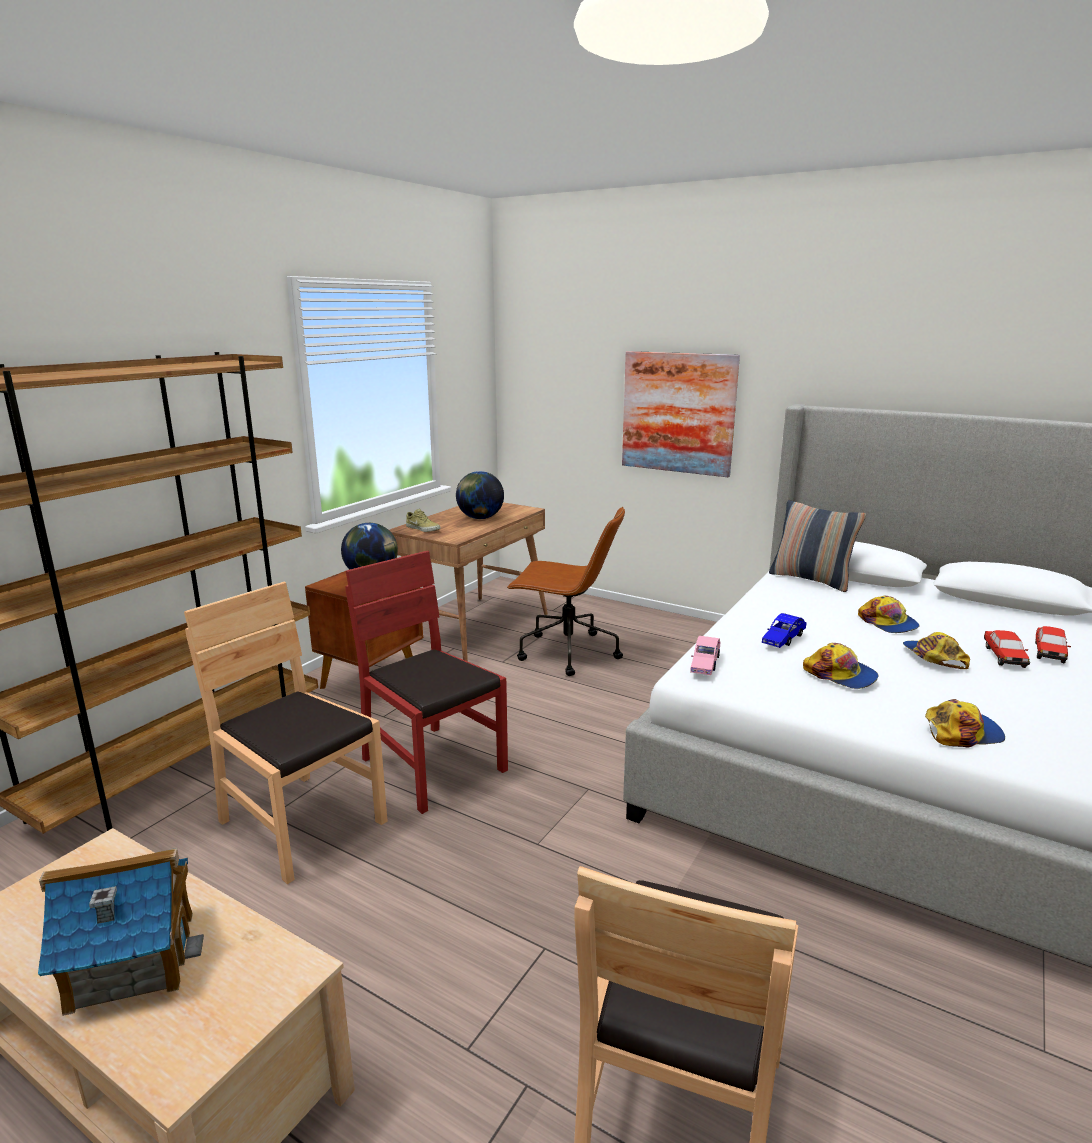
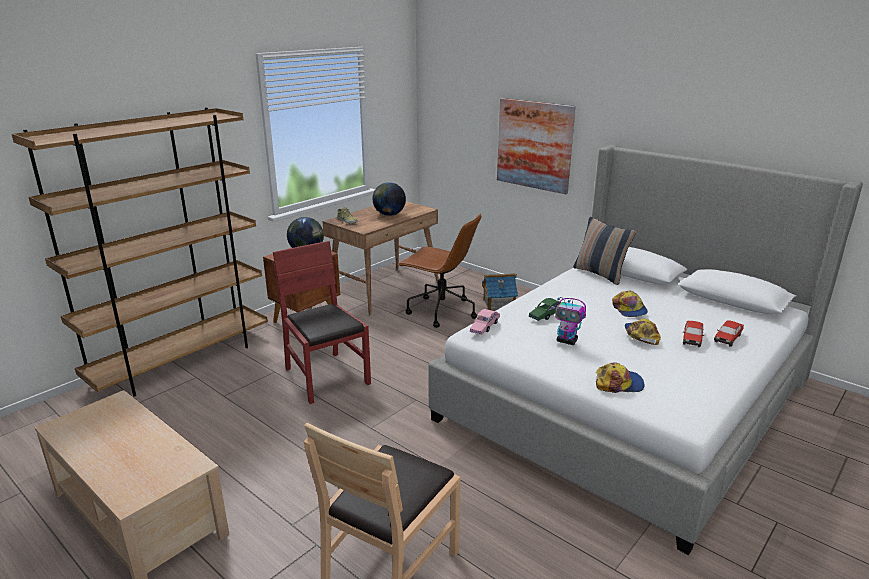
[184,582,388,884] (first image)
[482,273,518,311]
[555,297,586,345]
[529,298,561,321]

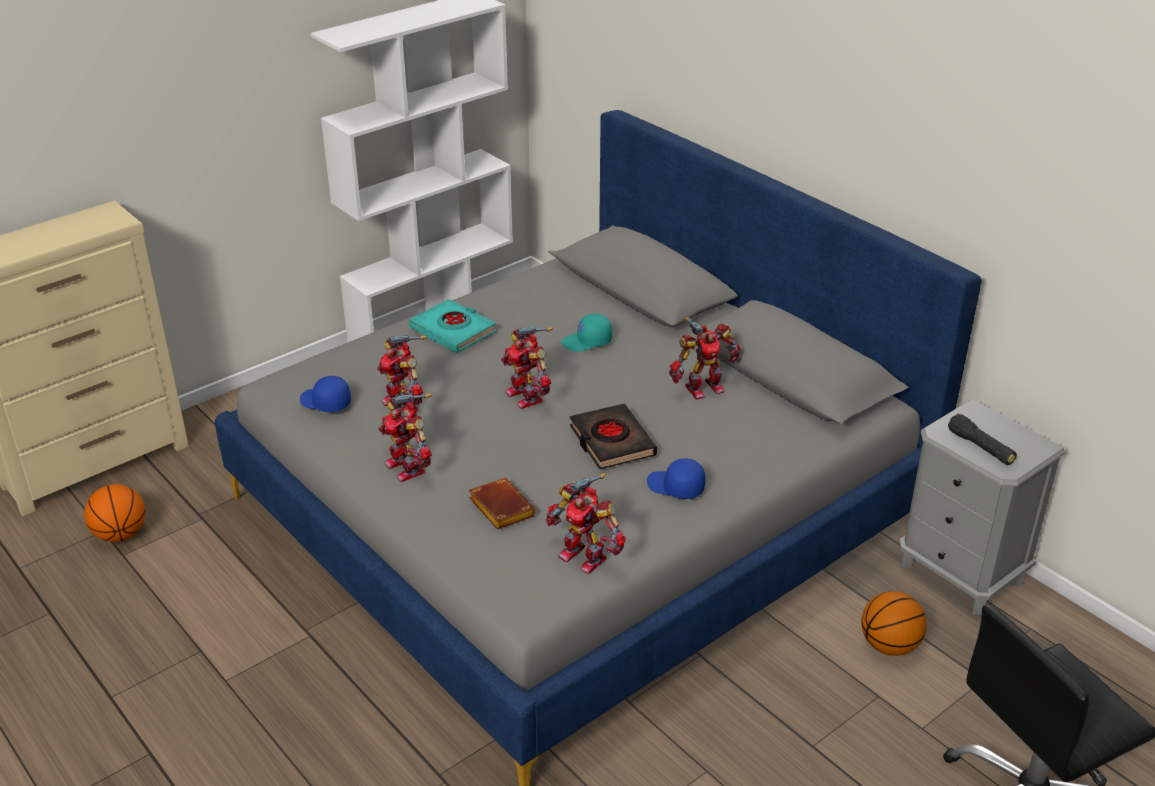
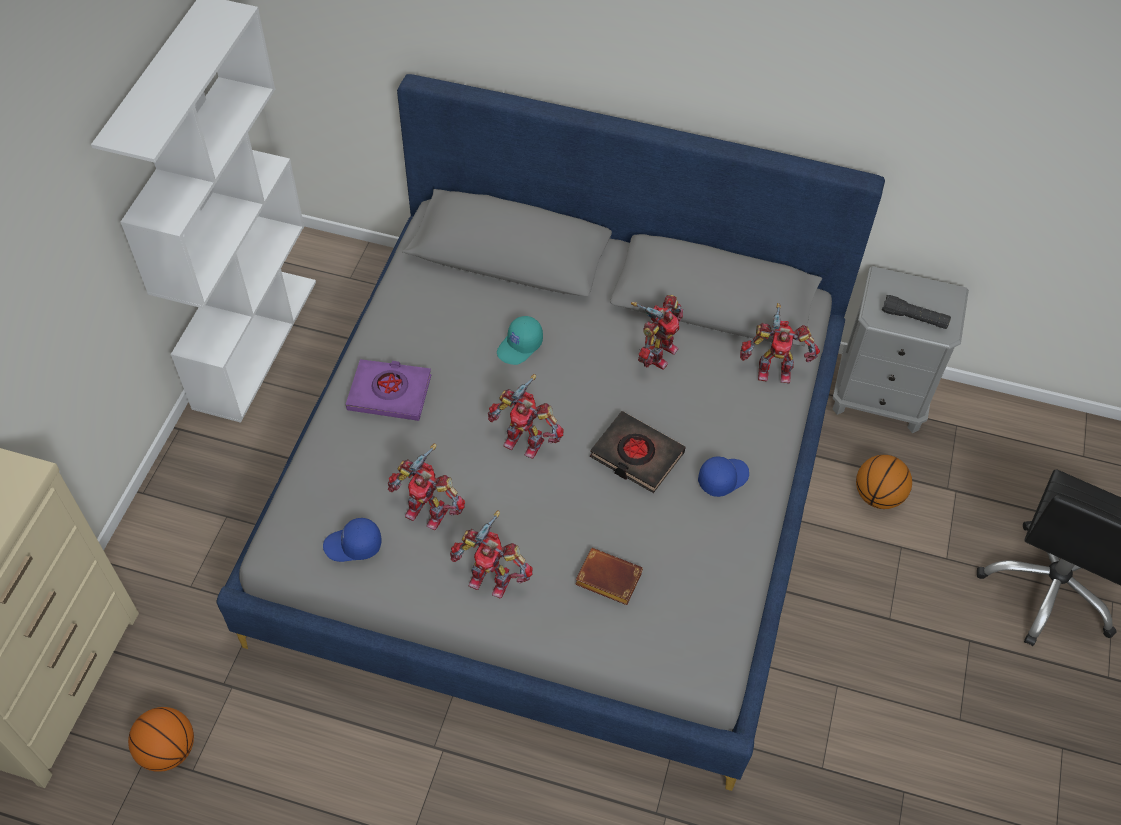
[740,303,820,383]
[346,359,431,421]
[698,456,749,497]

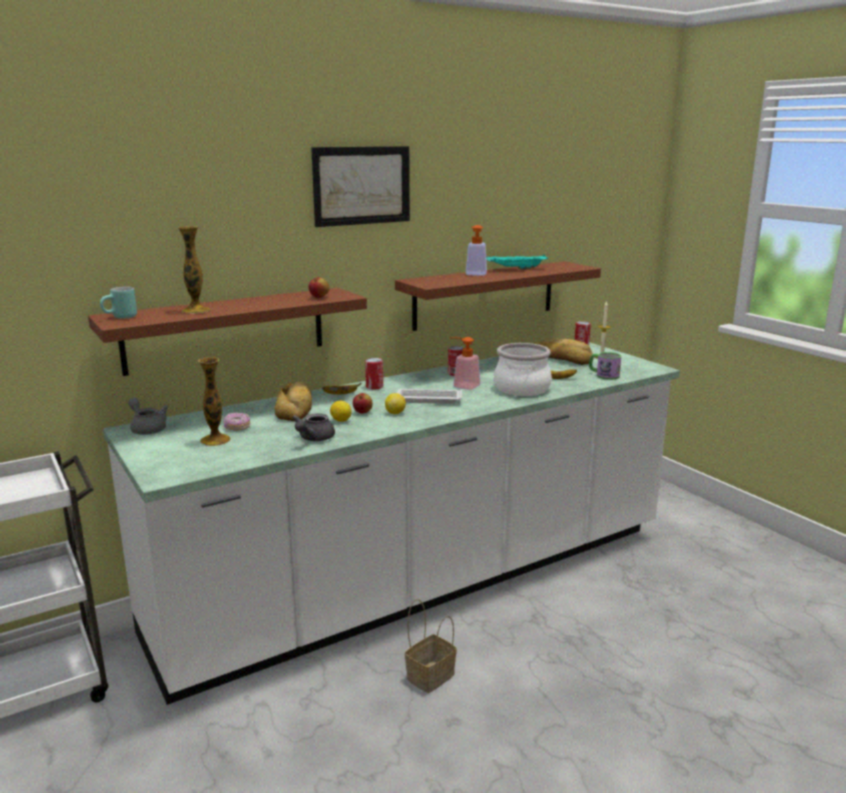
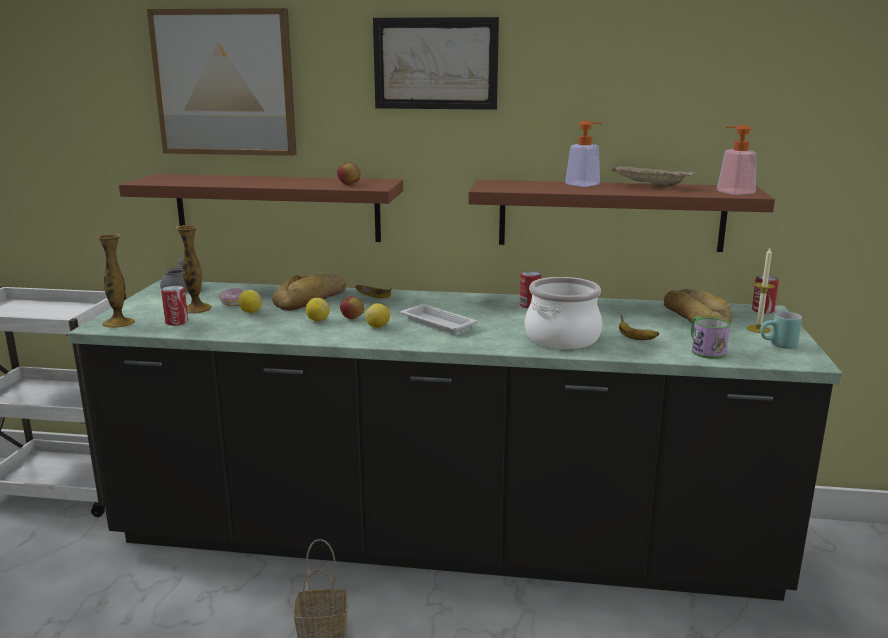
[292,414,335,441] (first image)
[147,8,297,156]
[238,290,262,313]
[760,312,802,349]
[97,234,135,328]
[161,286,188,326]
[717,125,757,195]
[68,280,842,601]
[611,165,697,188]

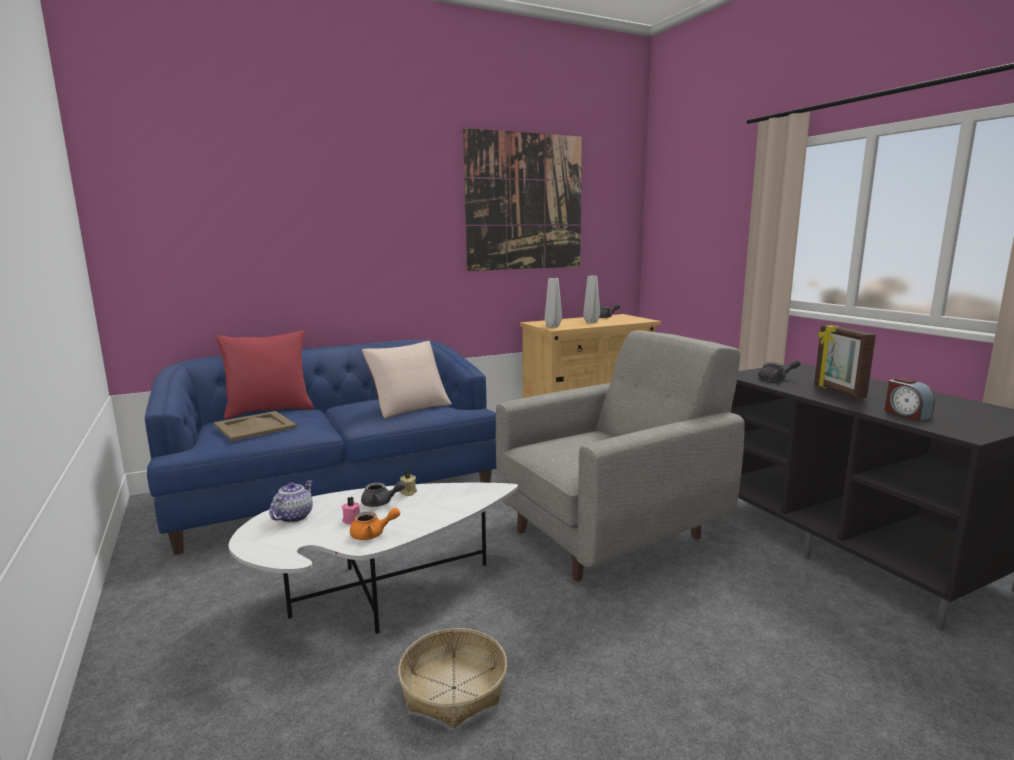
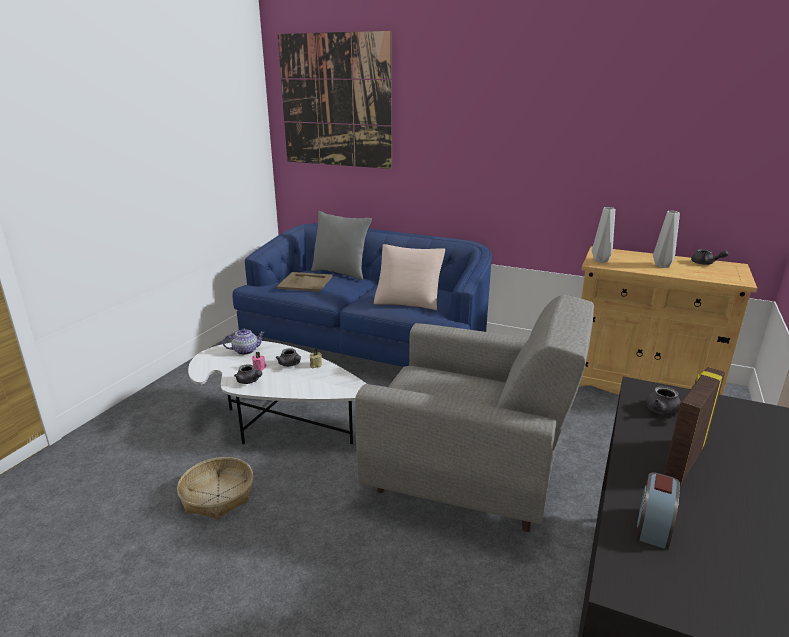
[278,31,392,169]
[311,211,372,280]
[234,364,262,384]

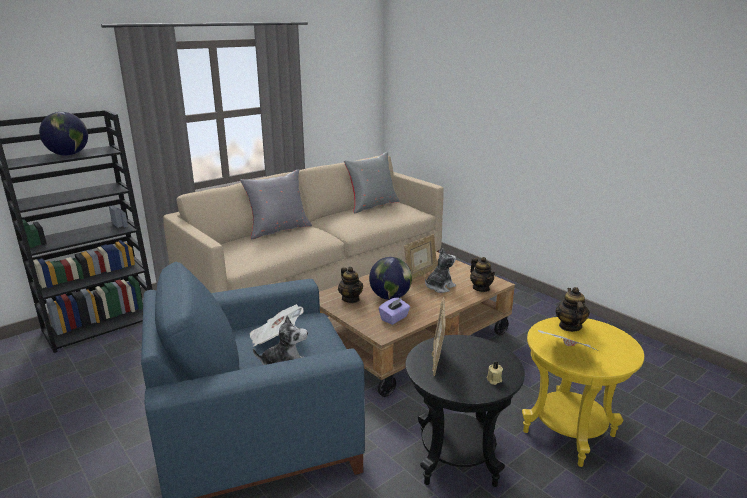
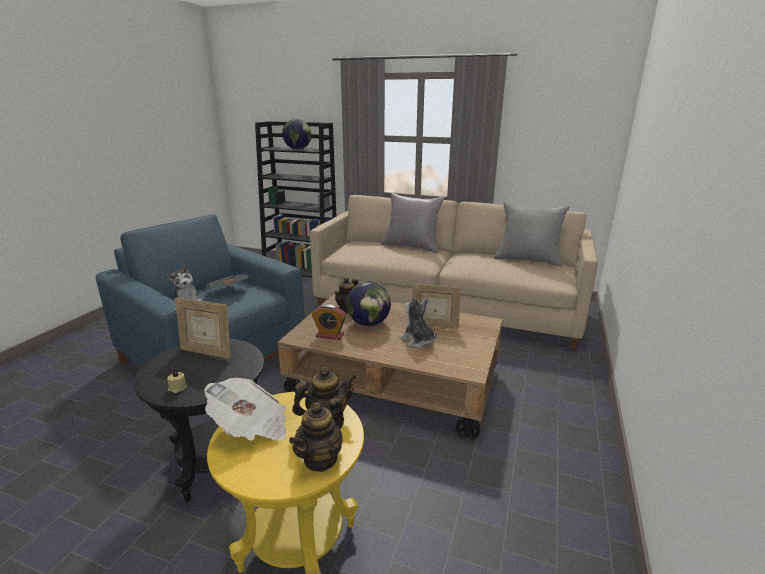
[289,398,344,472]
[312,304,346,340]
[400,297,437,348]
[175,297,231,359]

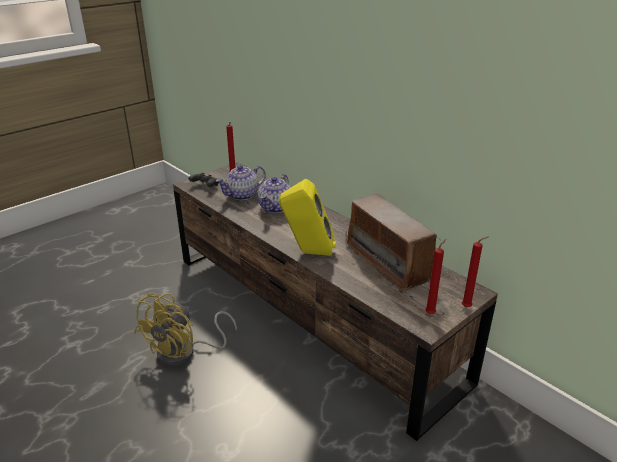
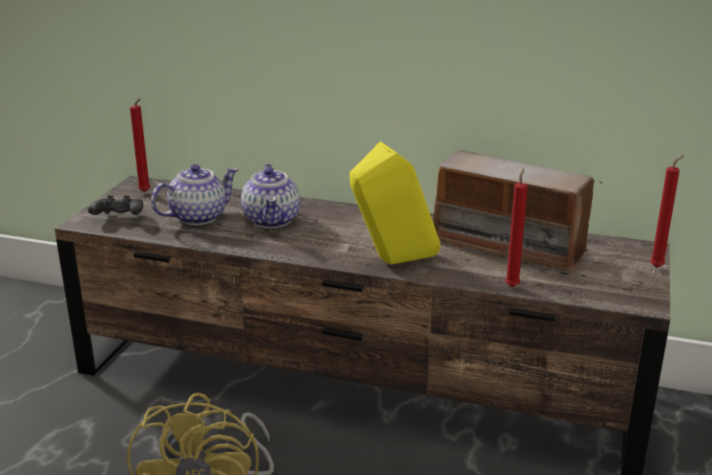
[505,168,528,287]
[151,164,239,225]

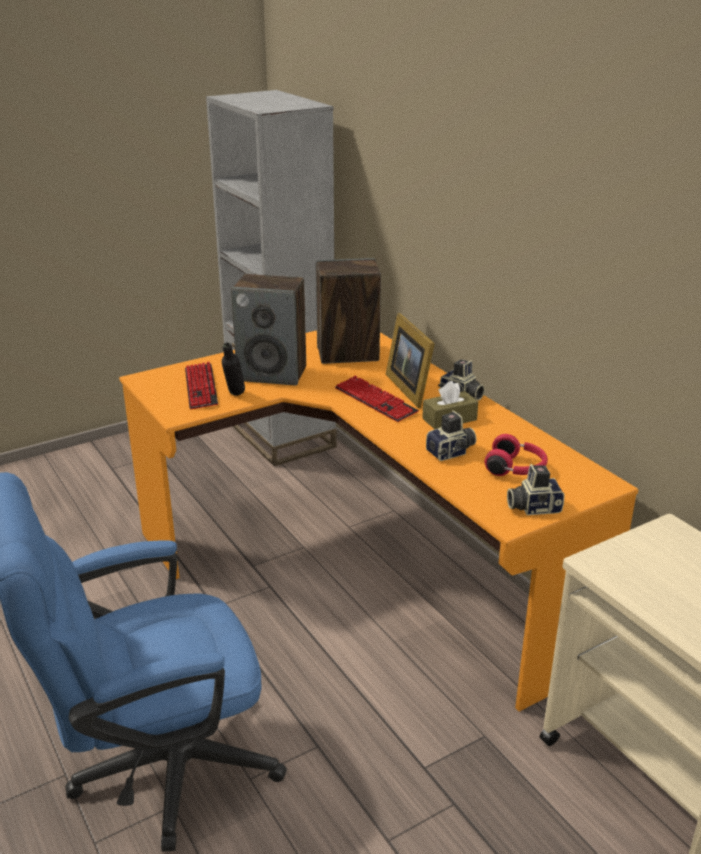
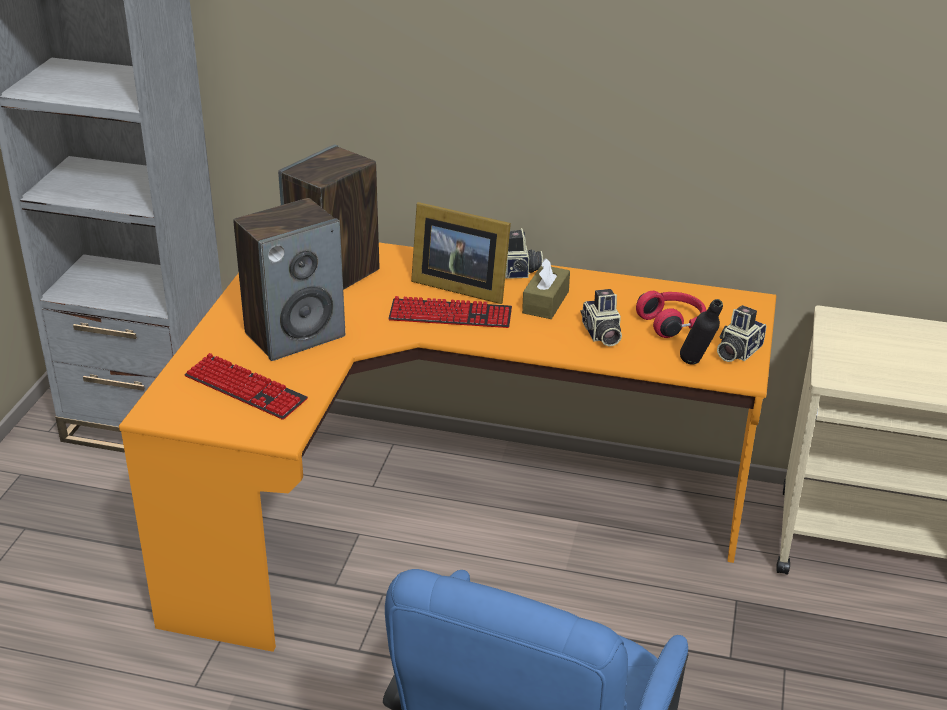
[680,299,723,365]
[580,289,622,347]

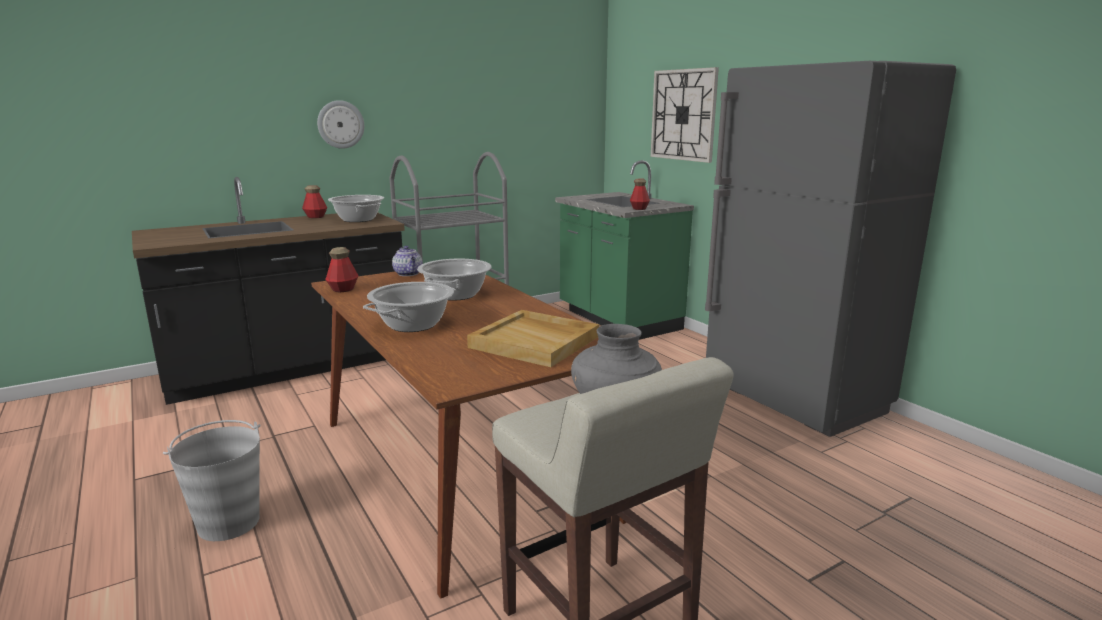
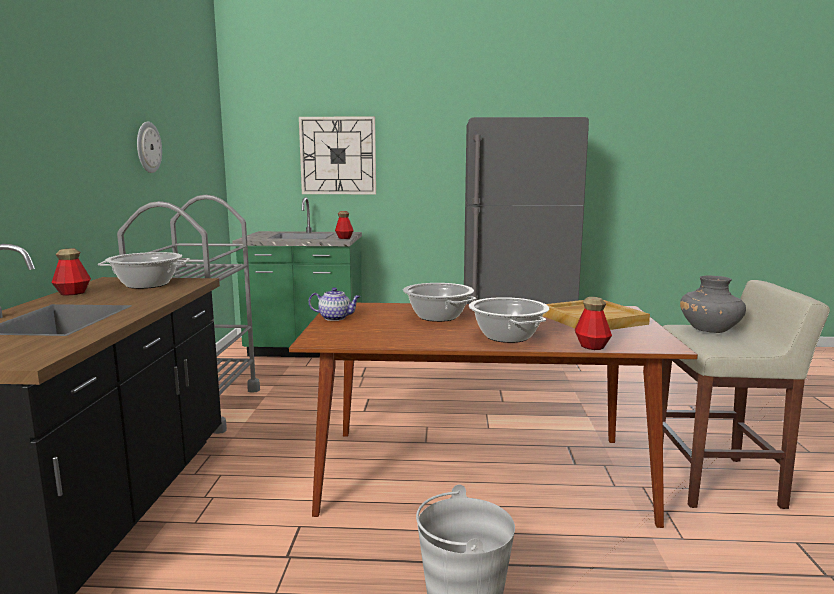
[137,122,162,173]
[575,297,612,350]

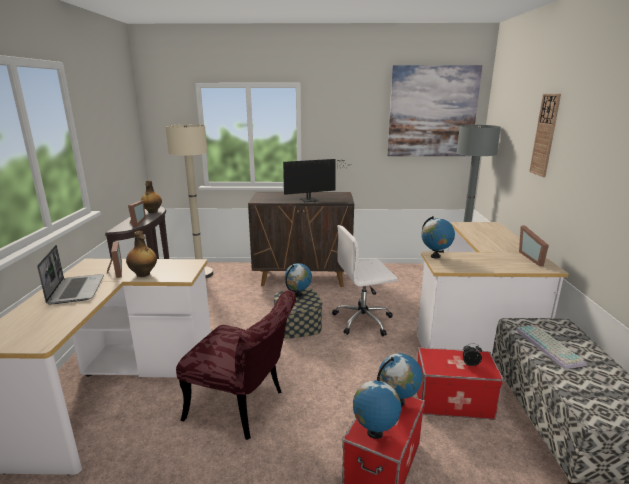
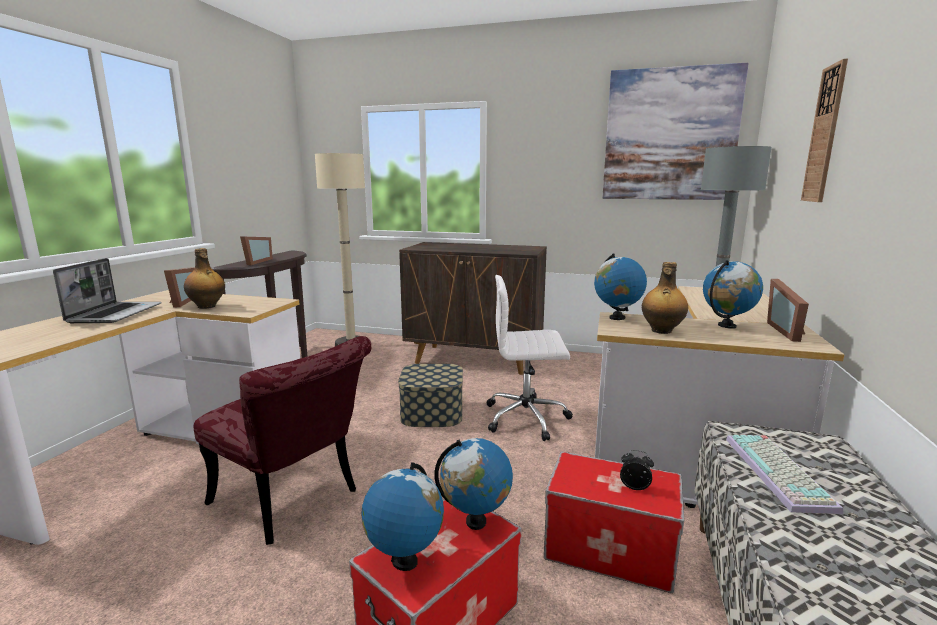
[283,159,351,202] (first image)
[642,262,688,334]
[703,260,763,329]

